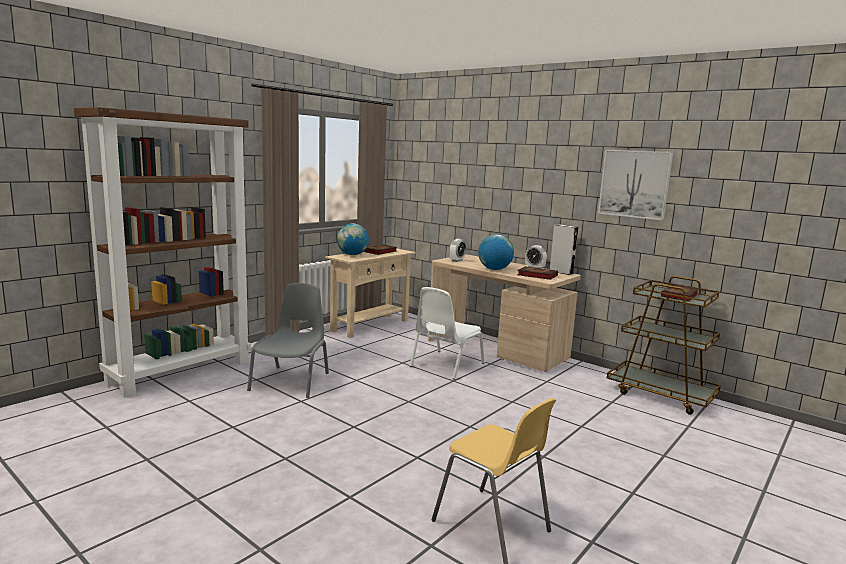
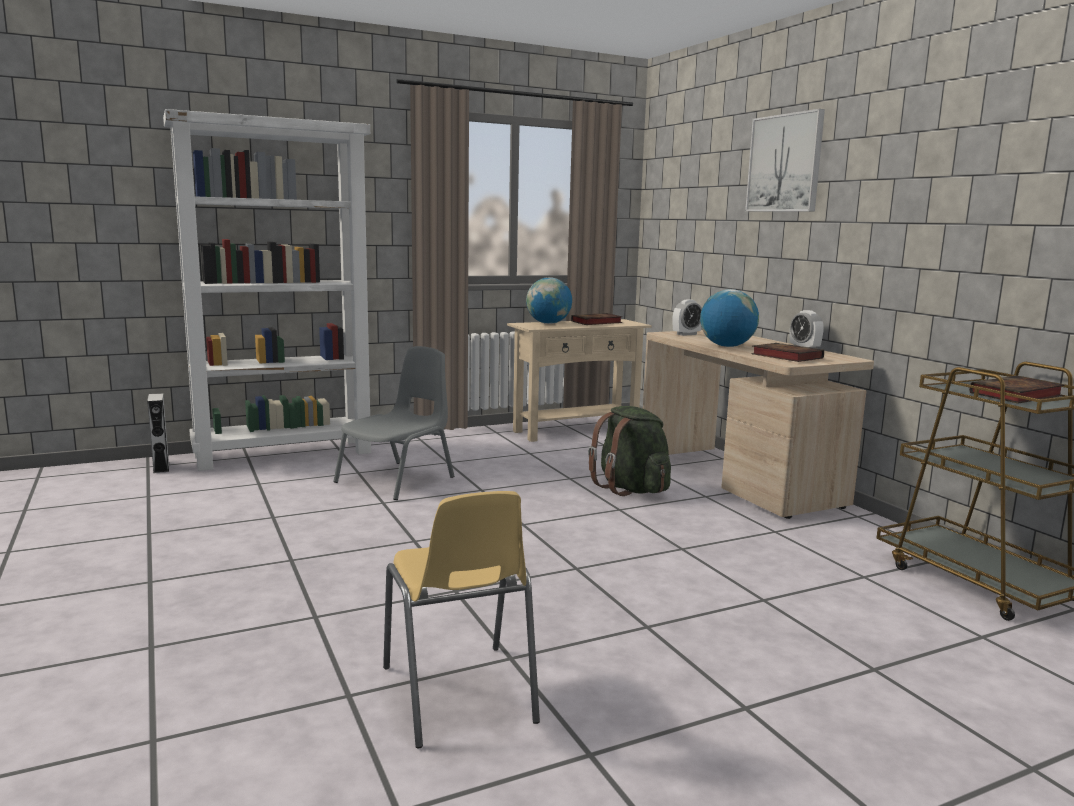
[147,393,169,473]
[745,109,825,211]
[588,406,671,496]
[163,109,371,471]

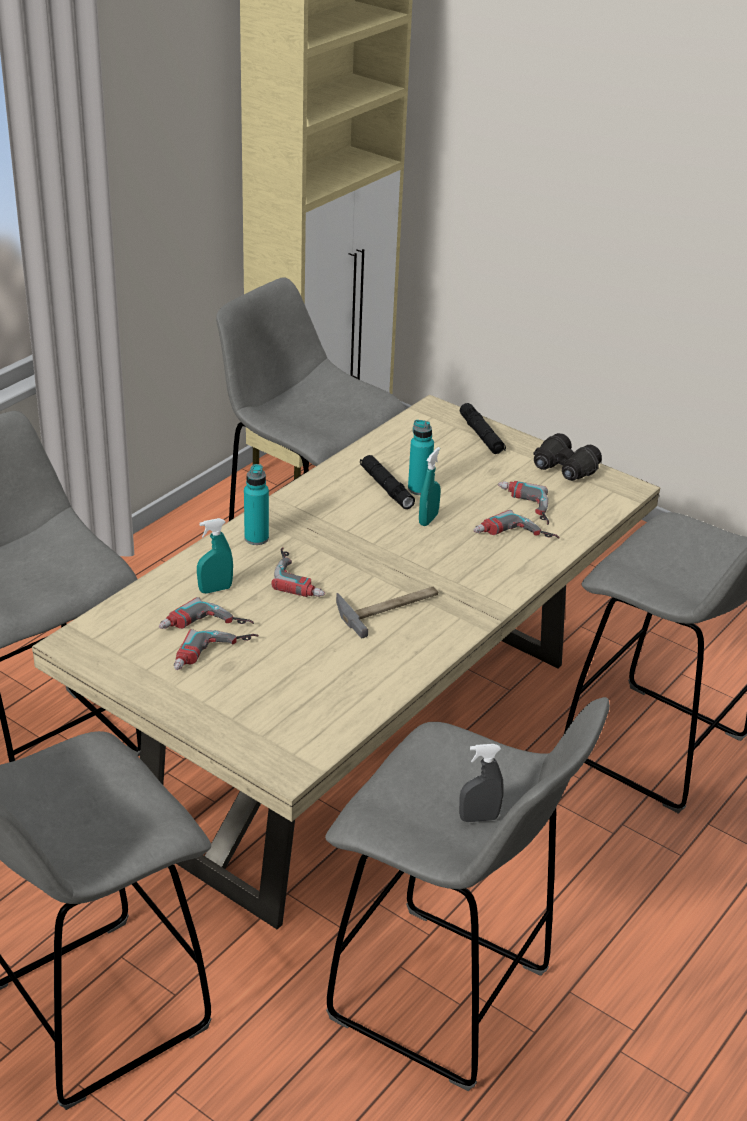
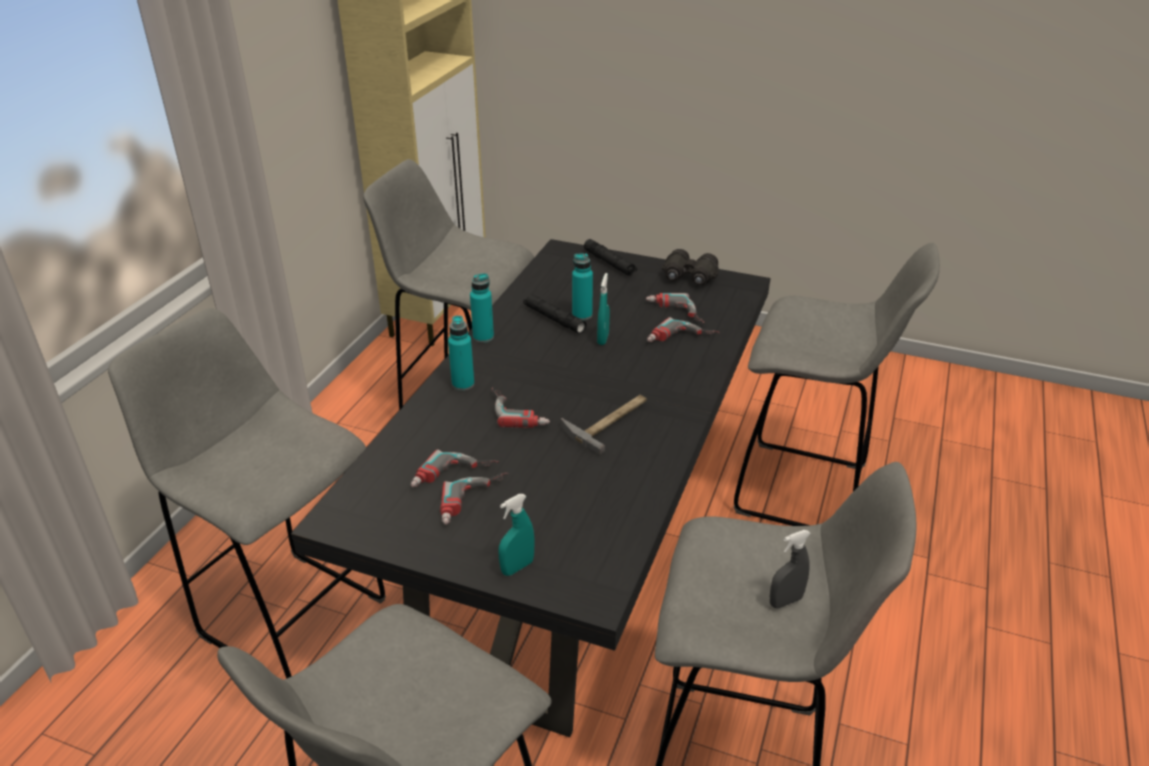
[470,273,494,343]
[499,494,535,576]
[291,239,771,737]

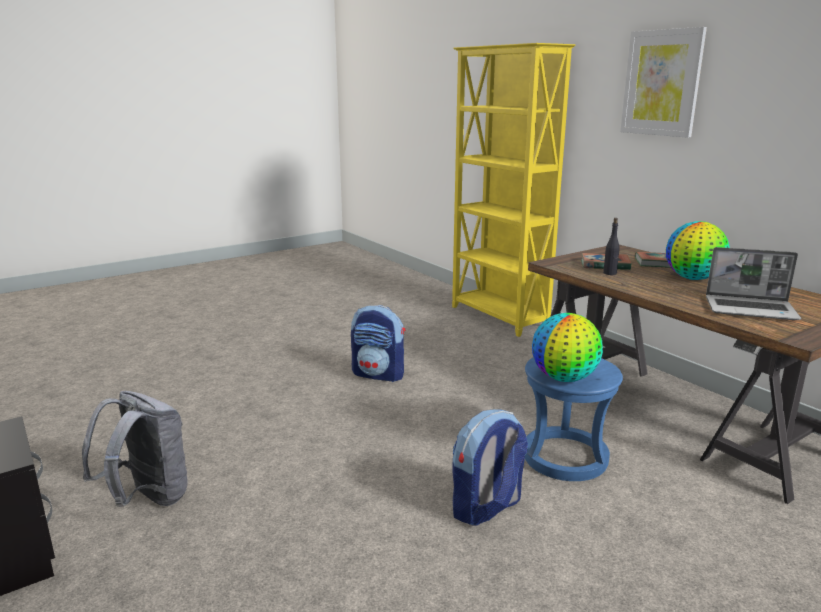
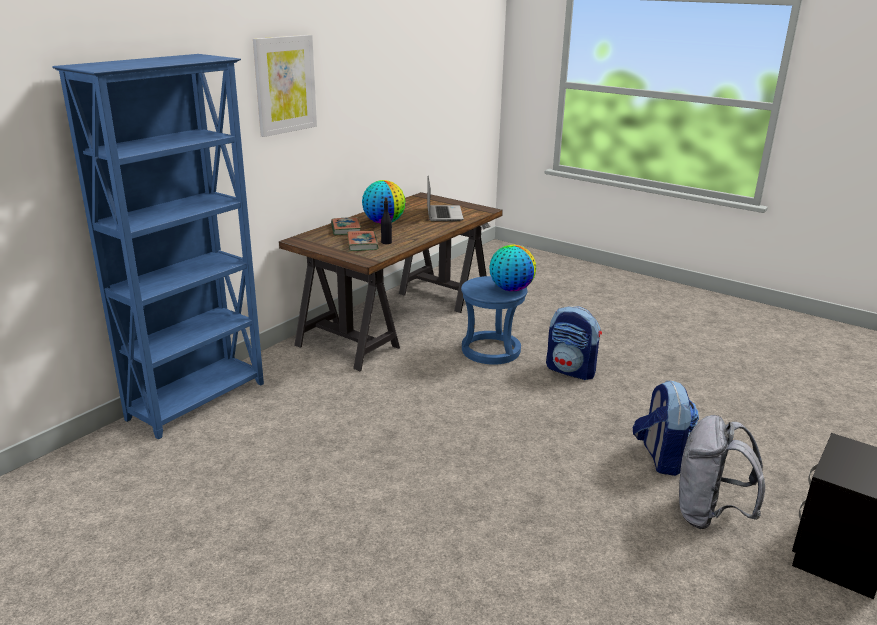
[633,380,699,476]
[52,54,264,439]

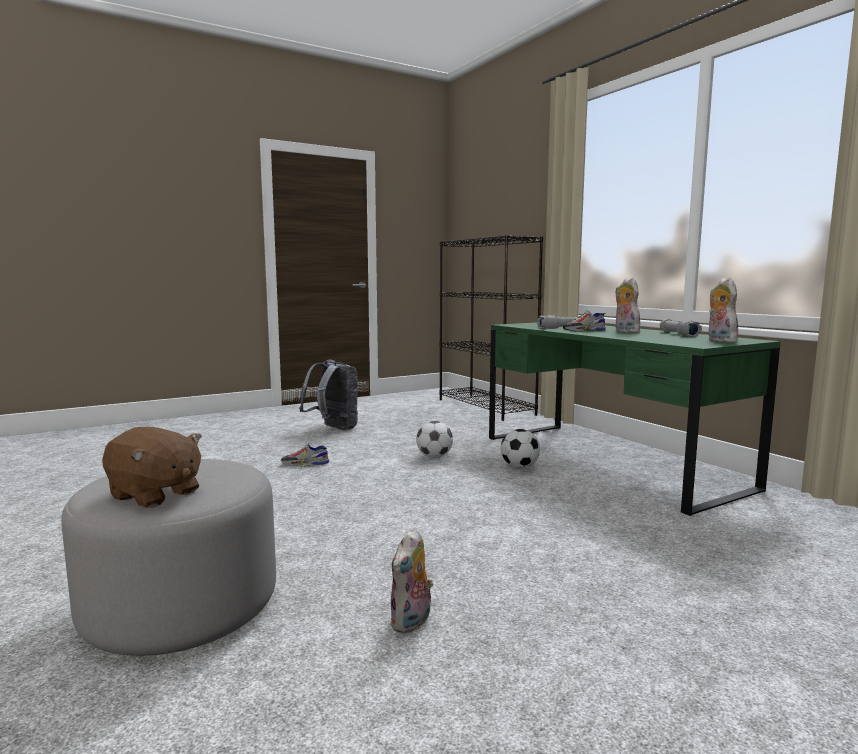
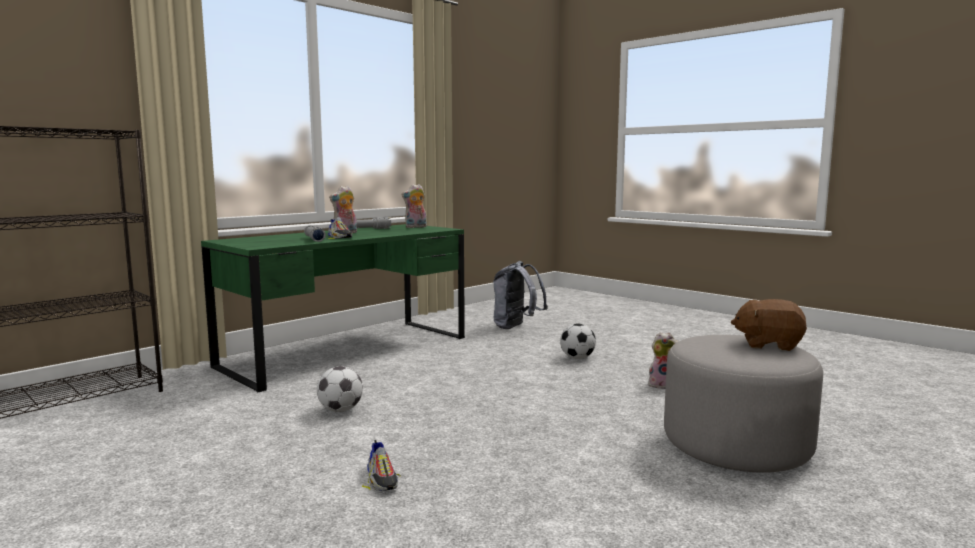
[493,261,548,329]
[560,324,596,359]
[731,299,807,351]

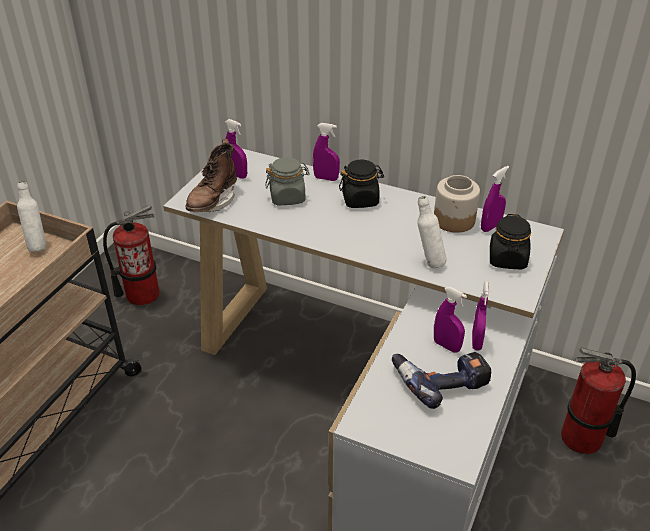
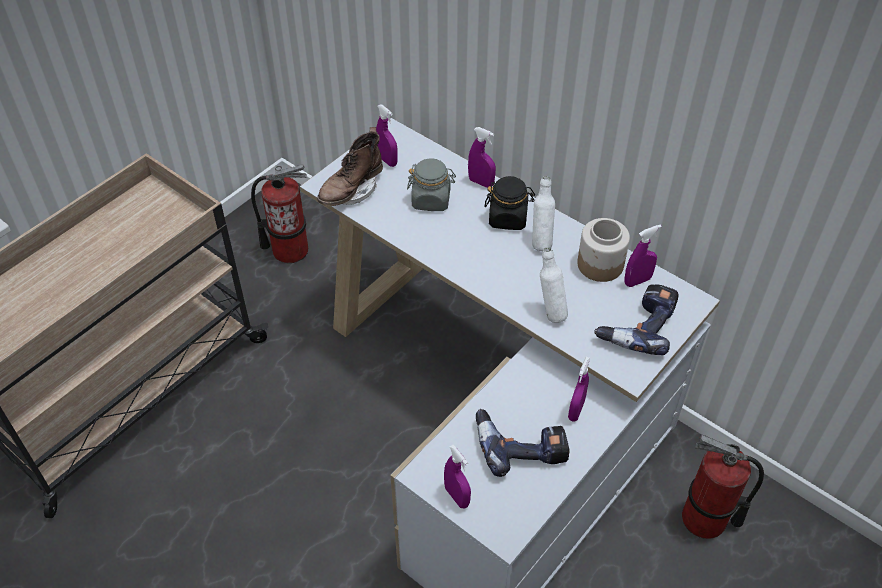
[532,176,555,251]
[444,445,471,509]
[594,285,678,355]

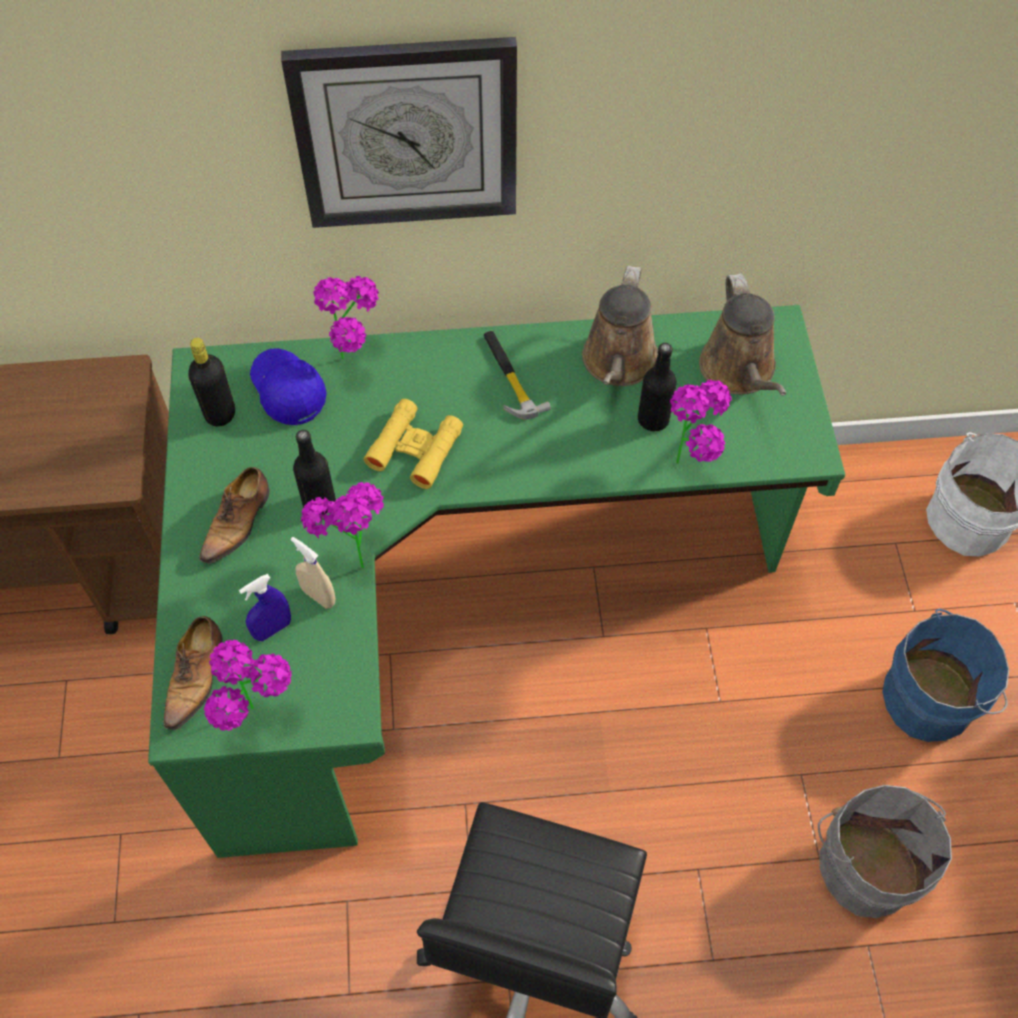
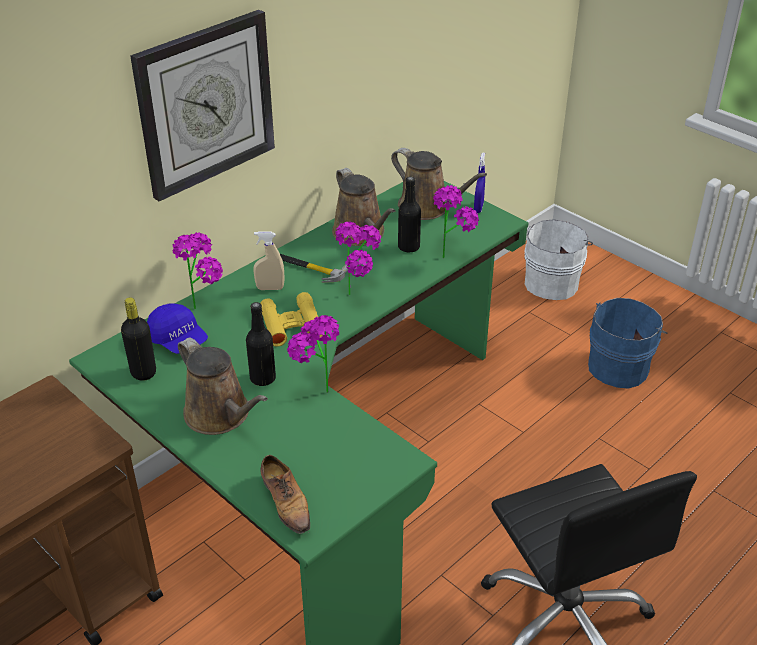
[818,785,952,918] (first image)
[335,221,381,295]
[474,152,485,213]
[253,231,285,290]
[178,337,268,435]
[147,303,208,354]

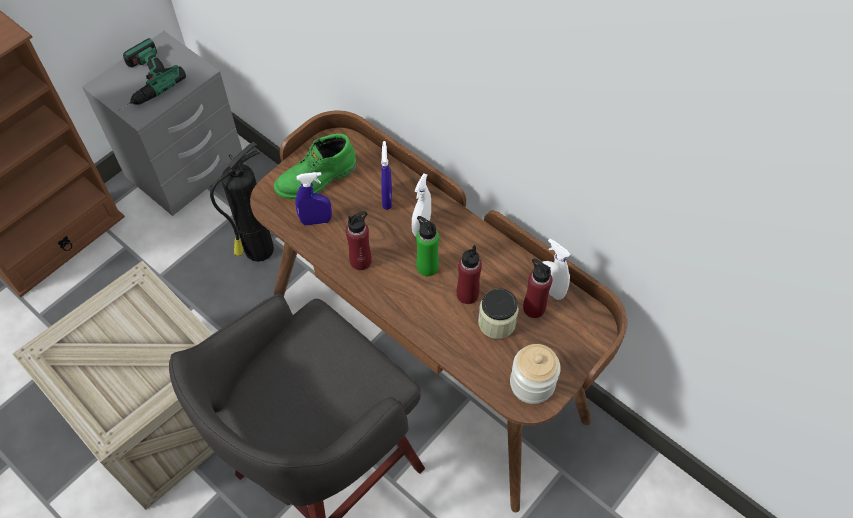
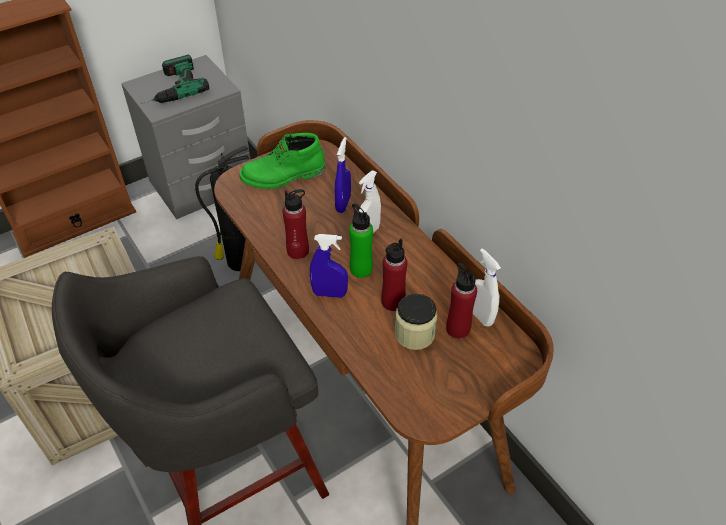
[510,344,561,404] (first image)
[310,234,348,298]

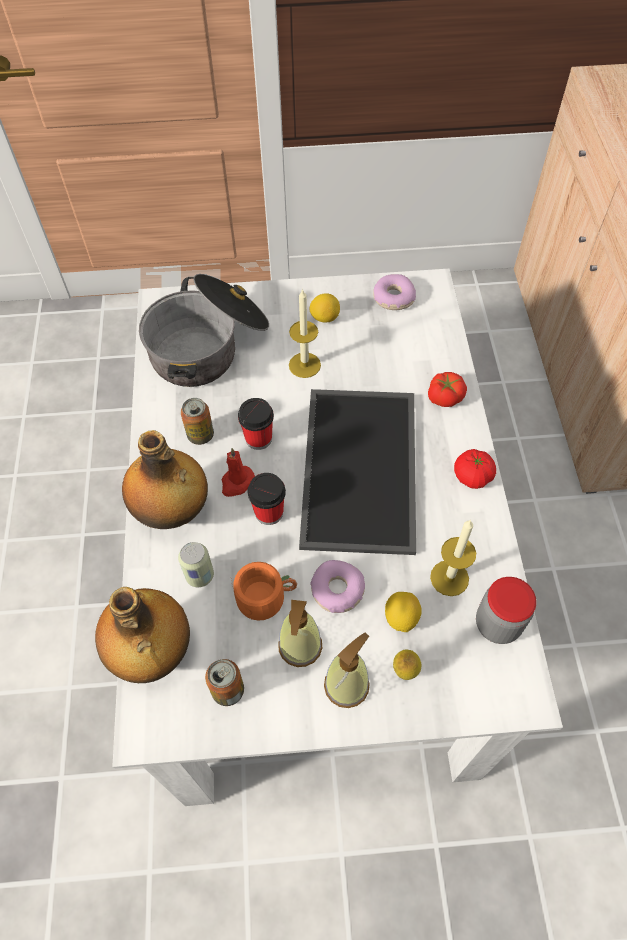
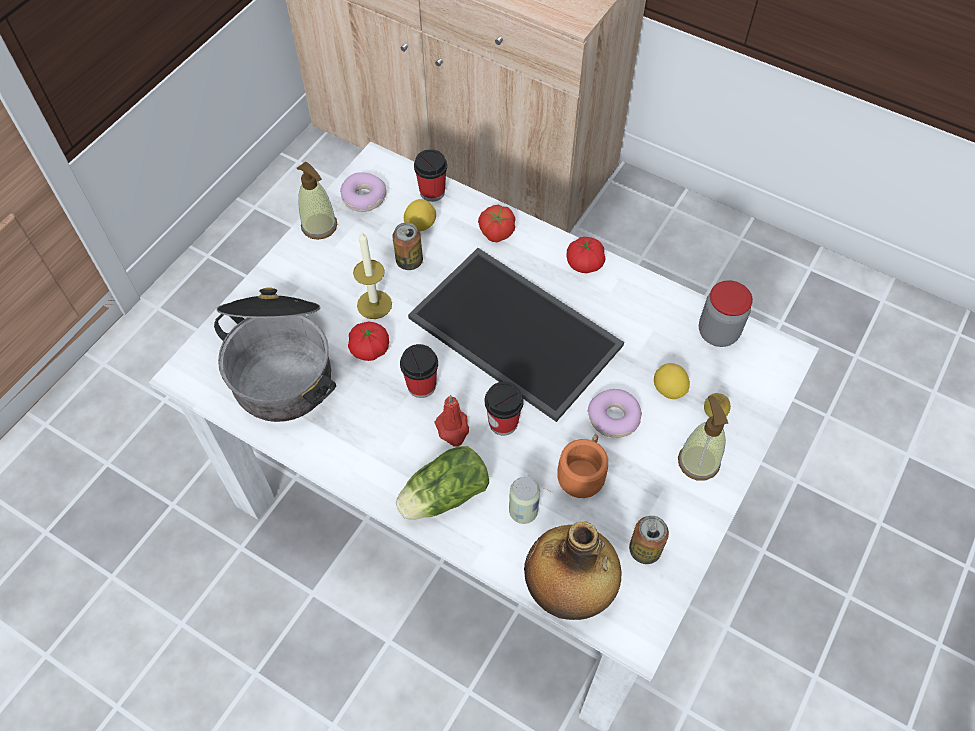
[430,520,476,596] (first image)
[348,321,389,361]
[414,149,447,202]
[392,222,423,270]
[297,162,337,240]
[404,199,436,231]
[396,446,489,520]

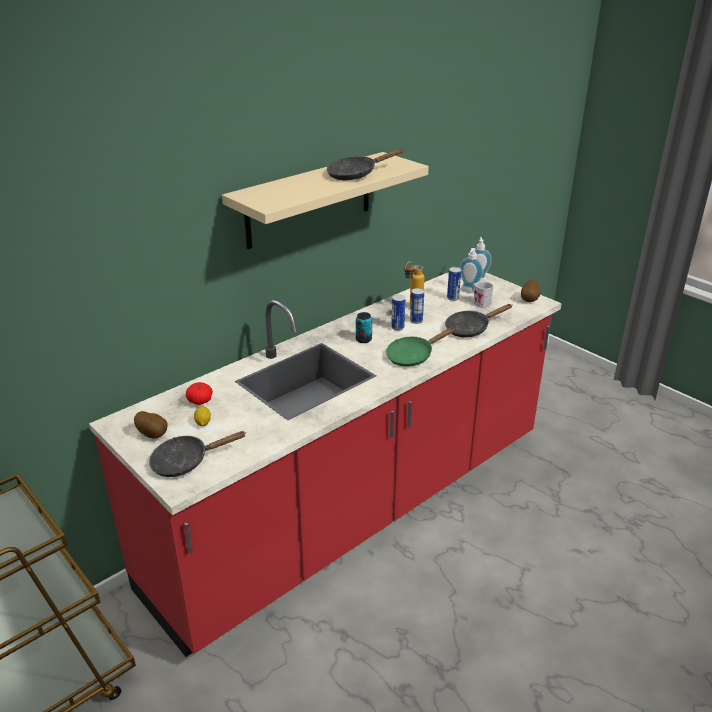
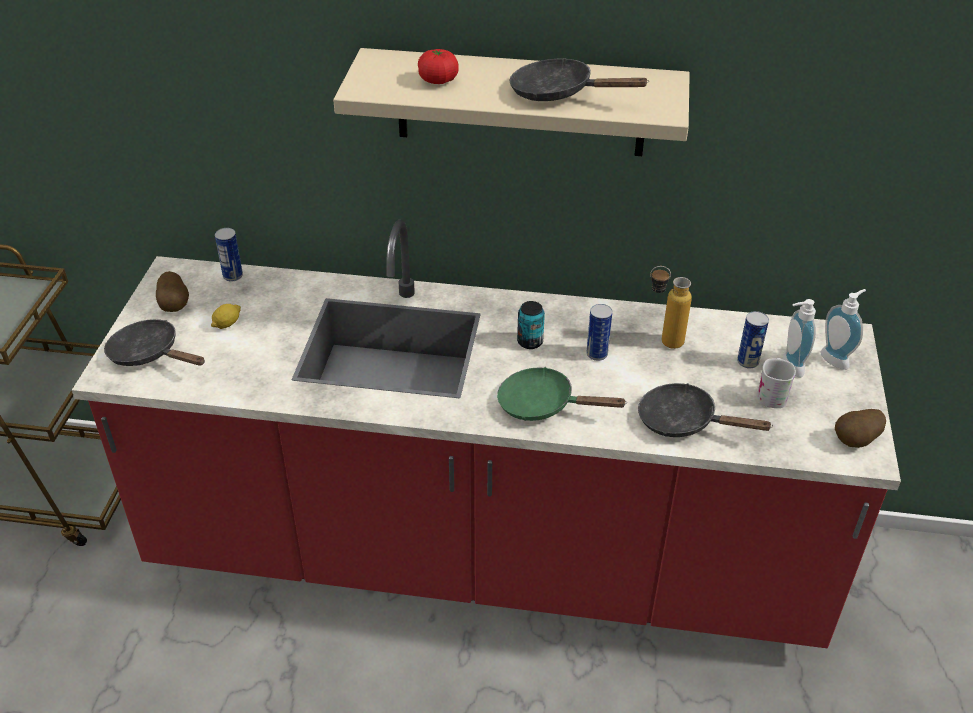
[418,49,459,84]
[215,228,243,281]

